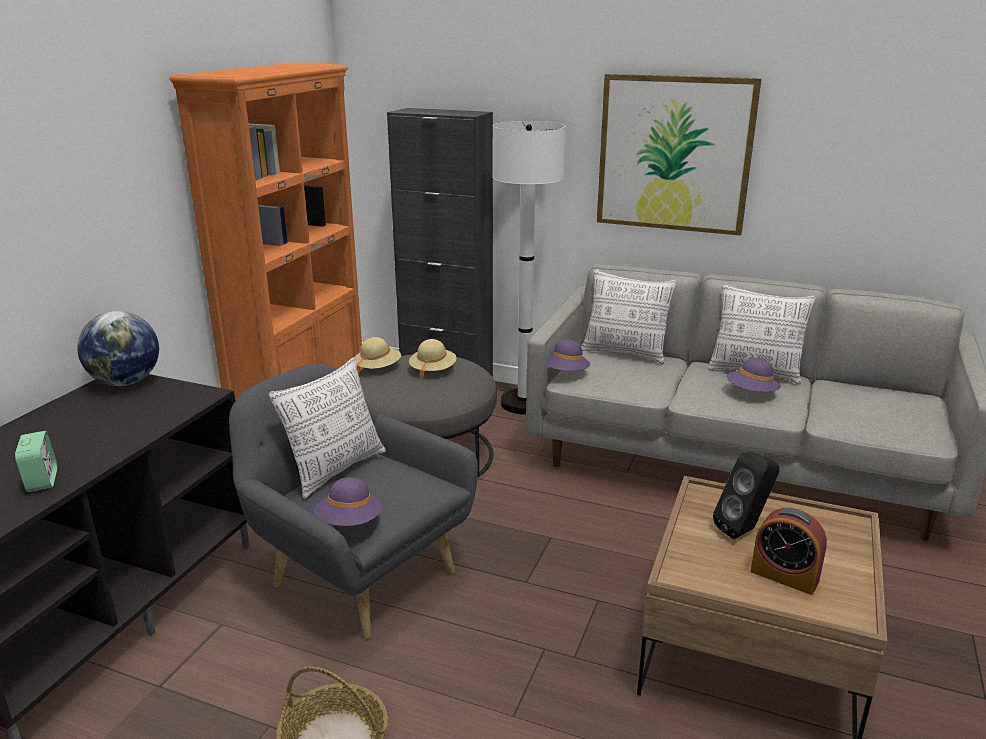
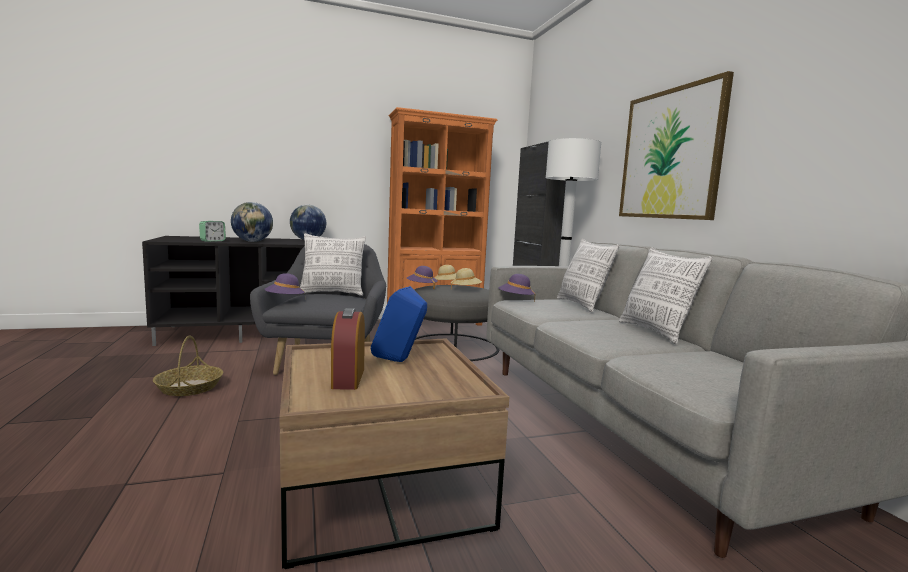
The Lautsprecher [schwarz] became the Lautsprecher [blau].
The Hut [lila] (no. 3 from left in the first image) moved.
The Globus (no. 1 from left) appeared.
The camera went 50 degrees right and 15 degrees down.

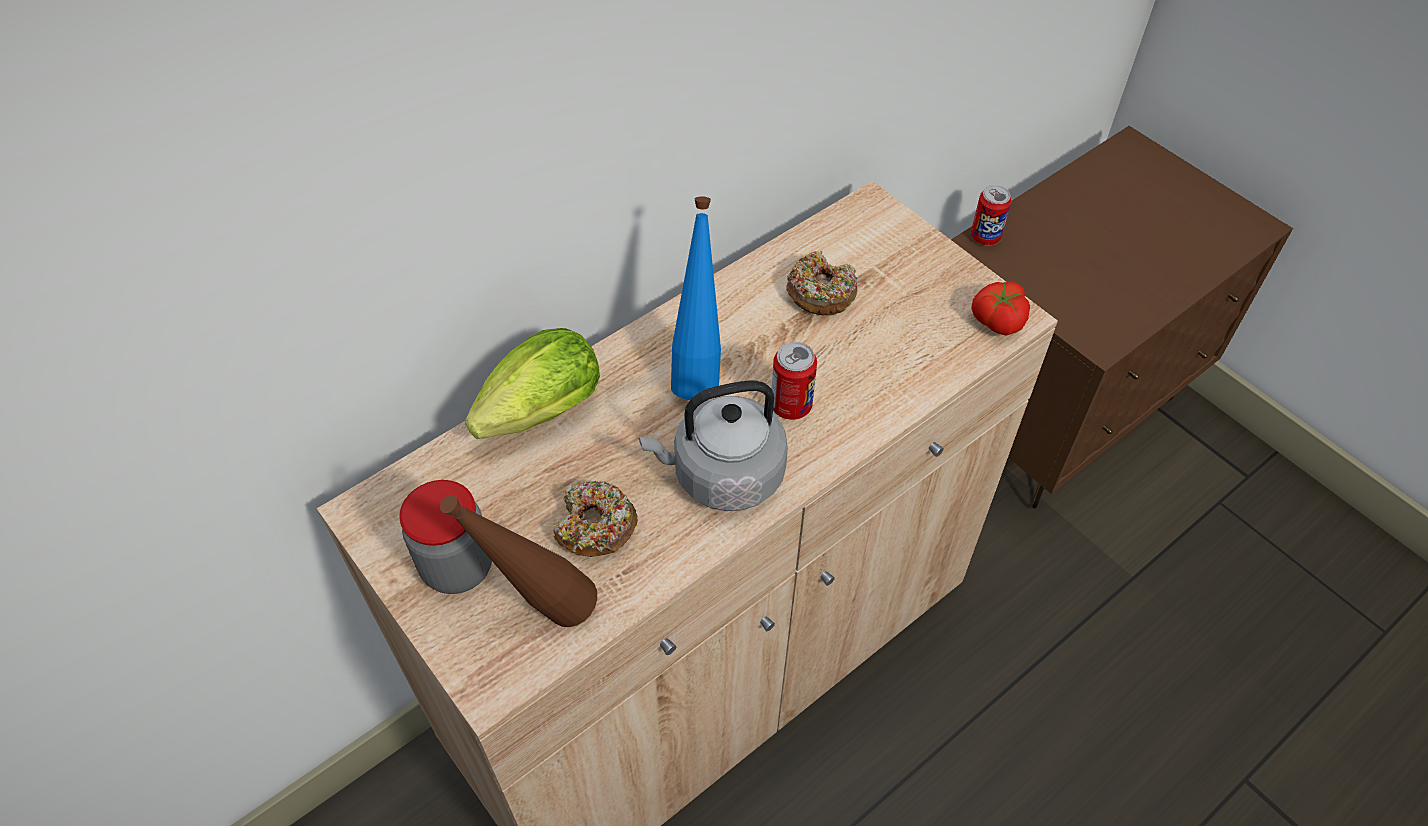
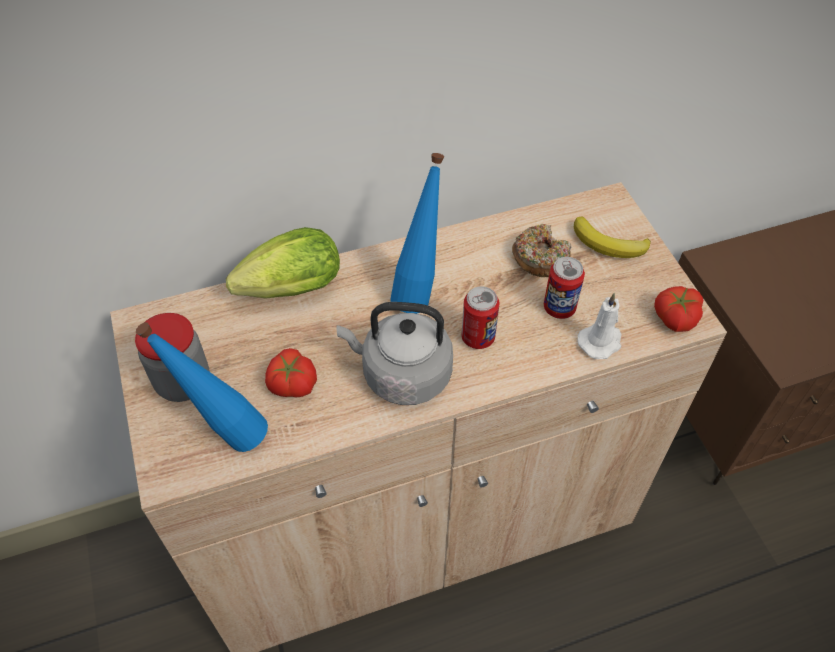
The Flasche [braun] became the Flasche [blau] (no. 1 from left).
The Donut (no. 1 from left) was replaced by the Tomate (no. 1 from left).
The Dose (no. 2 from left) moved.
The Banane appeared.
The Kerze [weiß] appeared.
The camera went 20 degrees right and 0 degrees up.

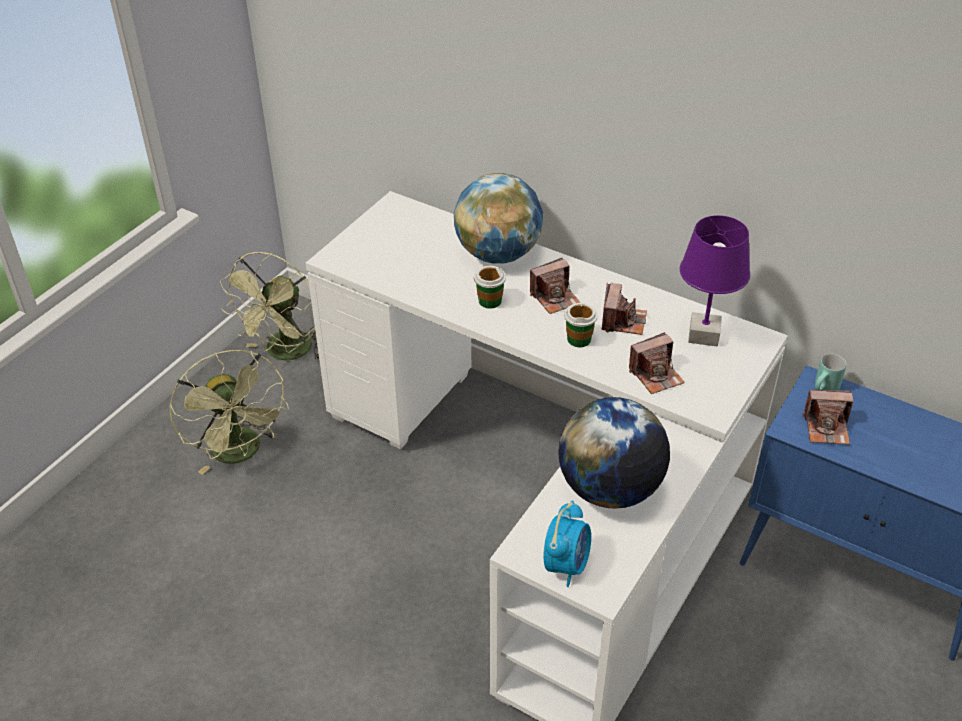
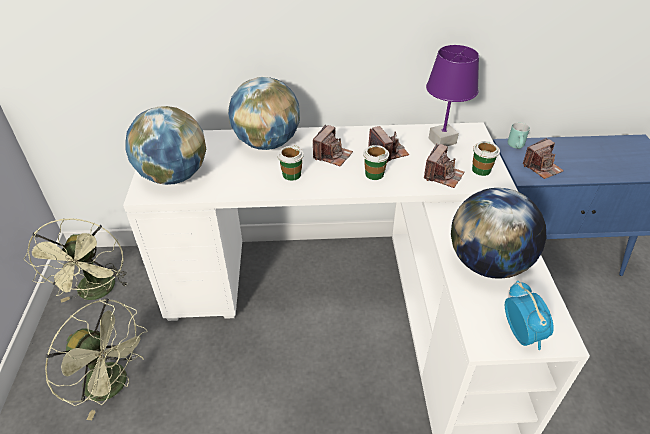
The Globus (no. 1 from left) appeared.
The Tasse (no. 3 from left) appeared.
The camera went 35 degrees left and 0 degrees up.

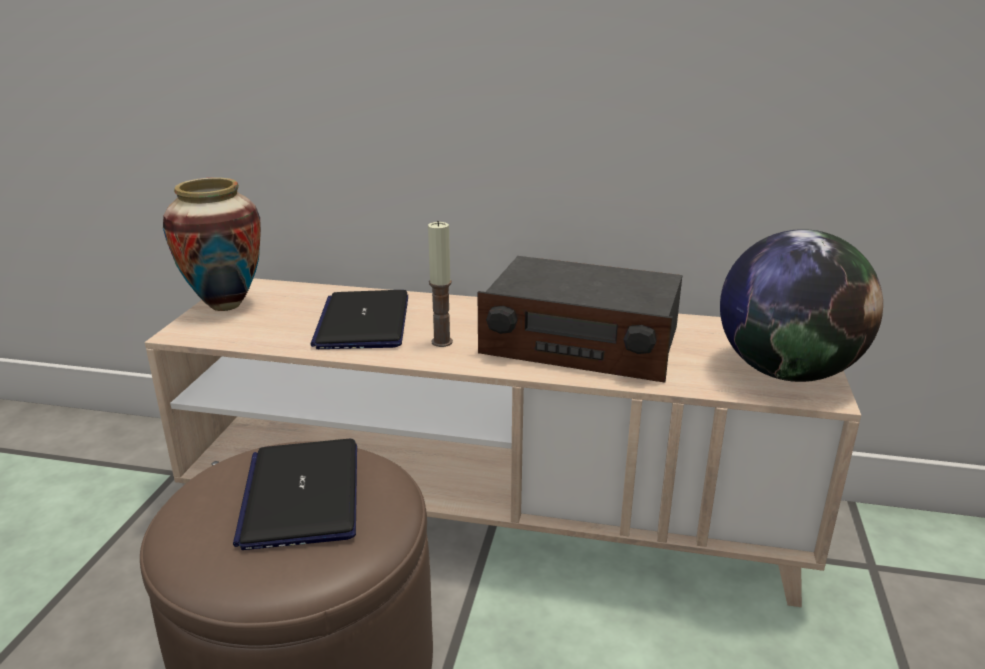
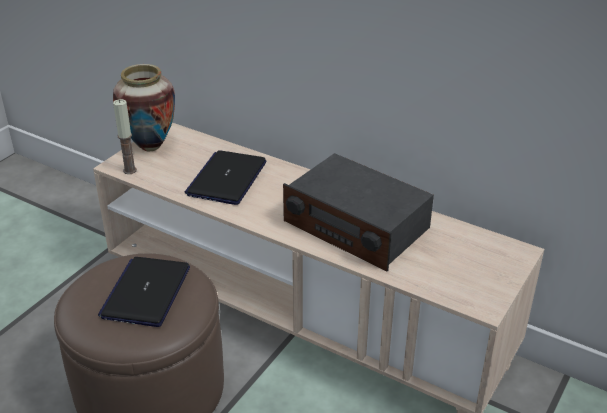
The Kerze moved.
The Globus disappeared.
The camera went 20 degrees right and 10 degrees up.

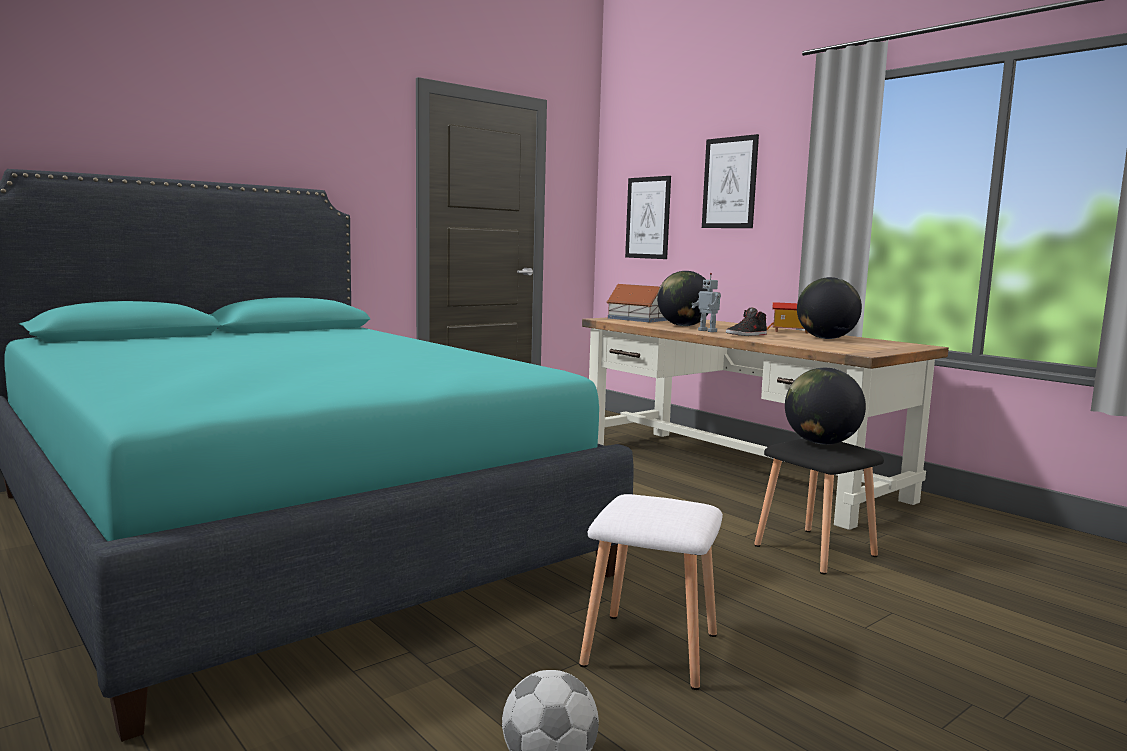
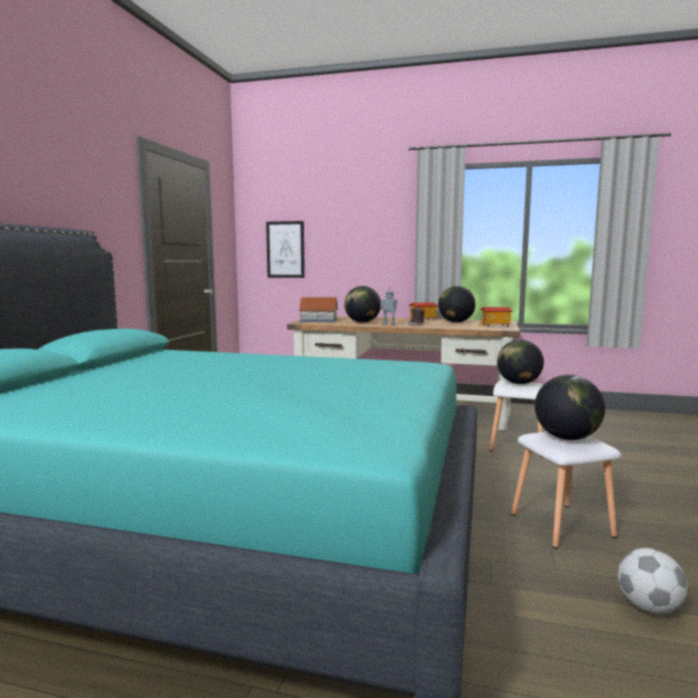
The Bild (no. 2 from left) disappeared.
The Hocker [schwarz] became the Hocker [weiß] (no. 1 from left).
The Spielzeughaus (no. 3 from left) appeared.
The Globus (no. 4 from left) appeared.
The camera went 35 degrees left and 0 degrees up.

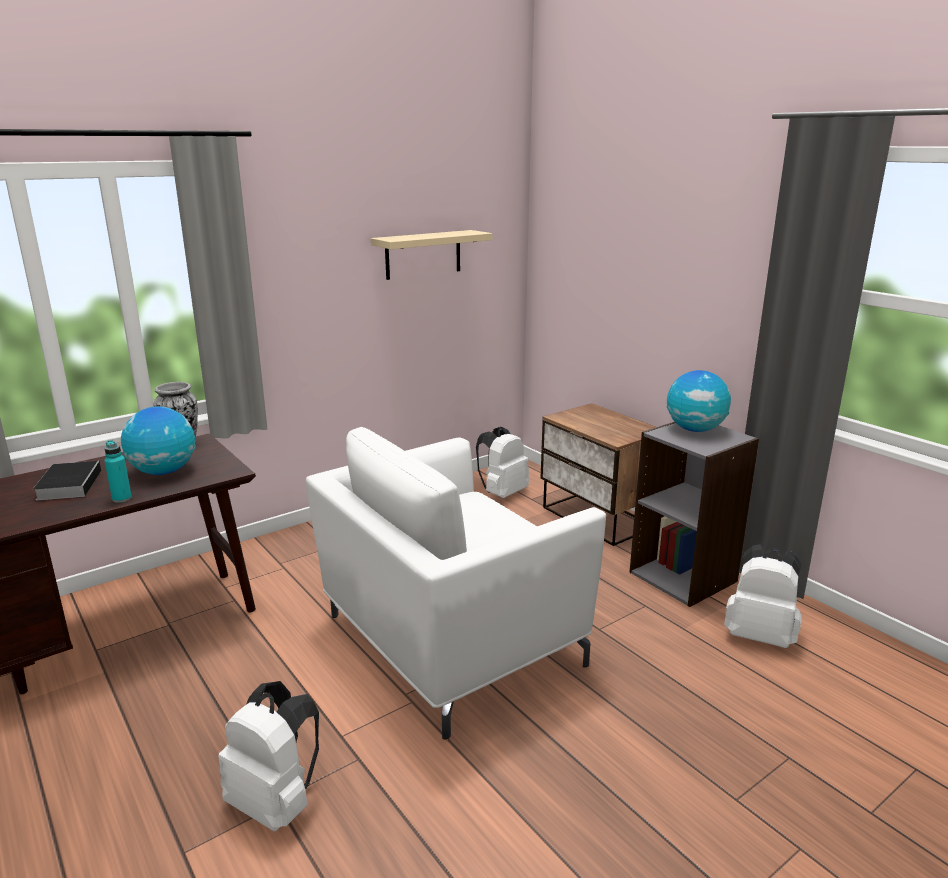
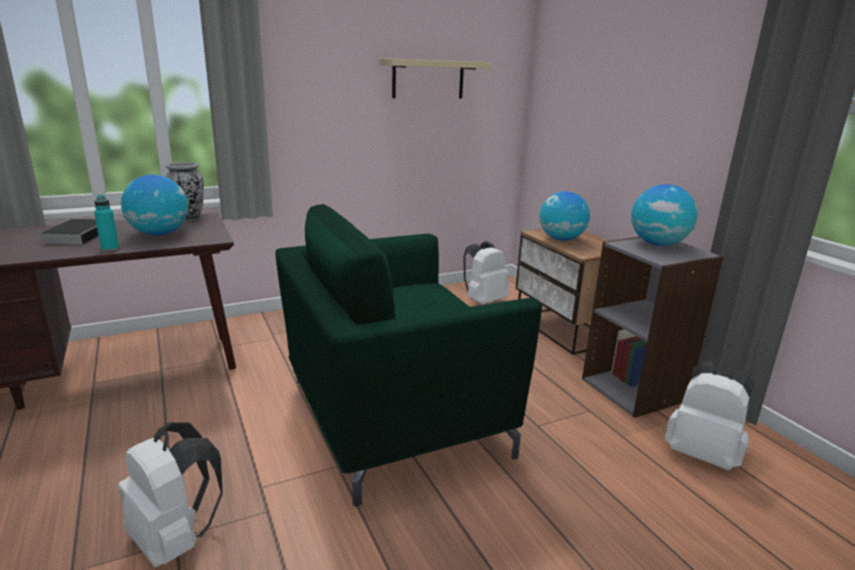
The Sessel [weiß] became the Sessel [grün].
The Globus (no. 2 from left) appeared.
The camera went 10 degrees right and 0 degrees up.

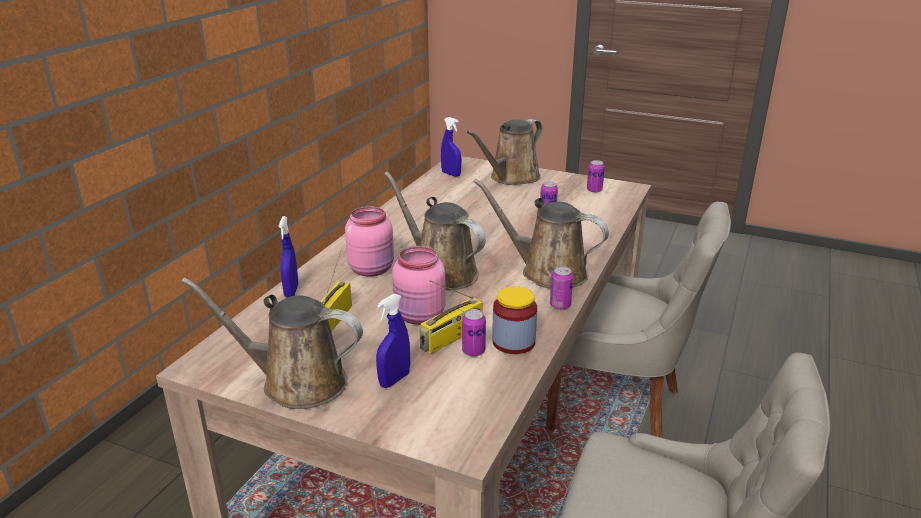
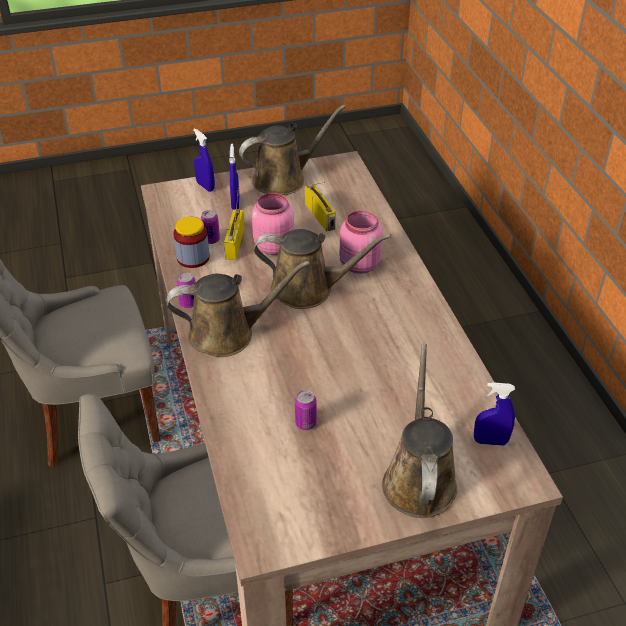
The Sprühflasche [blau] (no. 1 from left) moved.
The Dose (no. 4 from left) disappeared.
The camera went 140 degrees right and 15 degrees up.

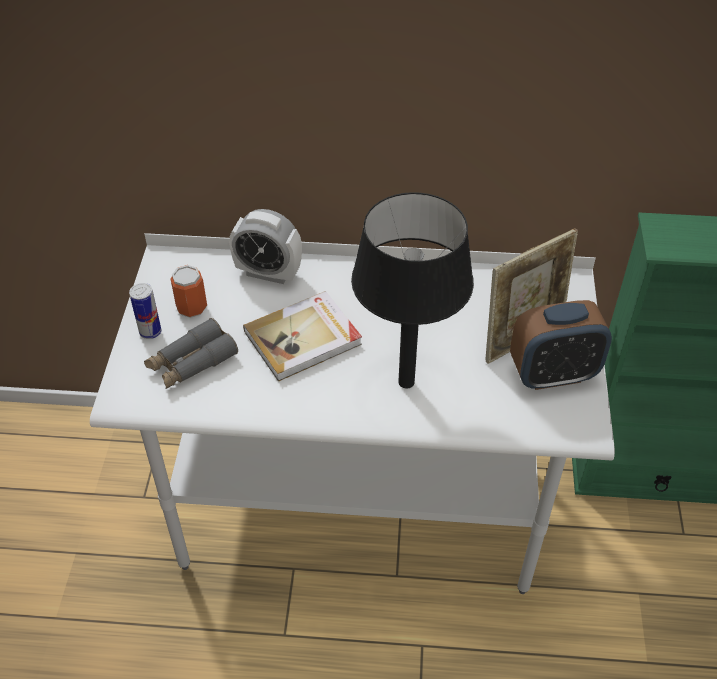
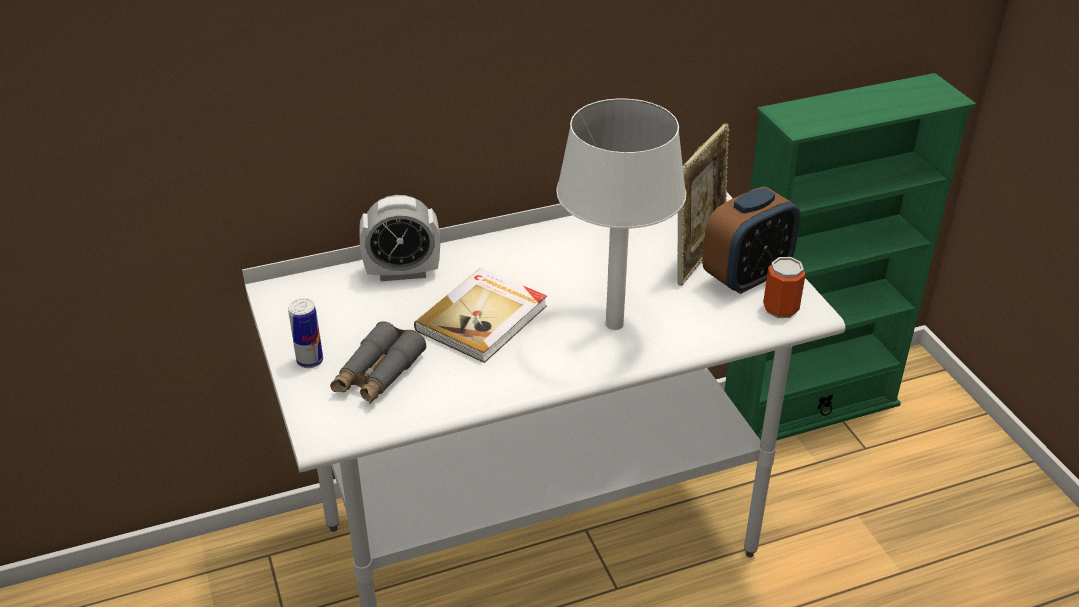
The Dose (no. 2 from left) moved.
The Tischlampe [schwarz] became the Tischlampe [weiß].
The camera went 25 degrees left and 10 degrees down.

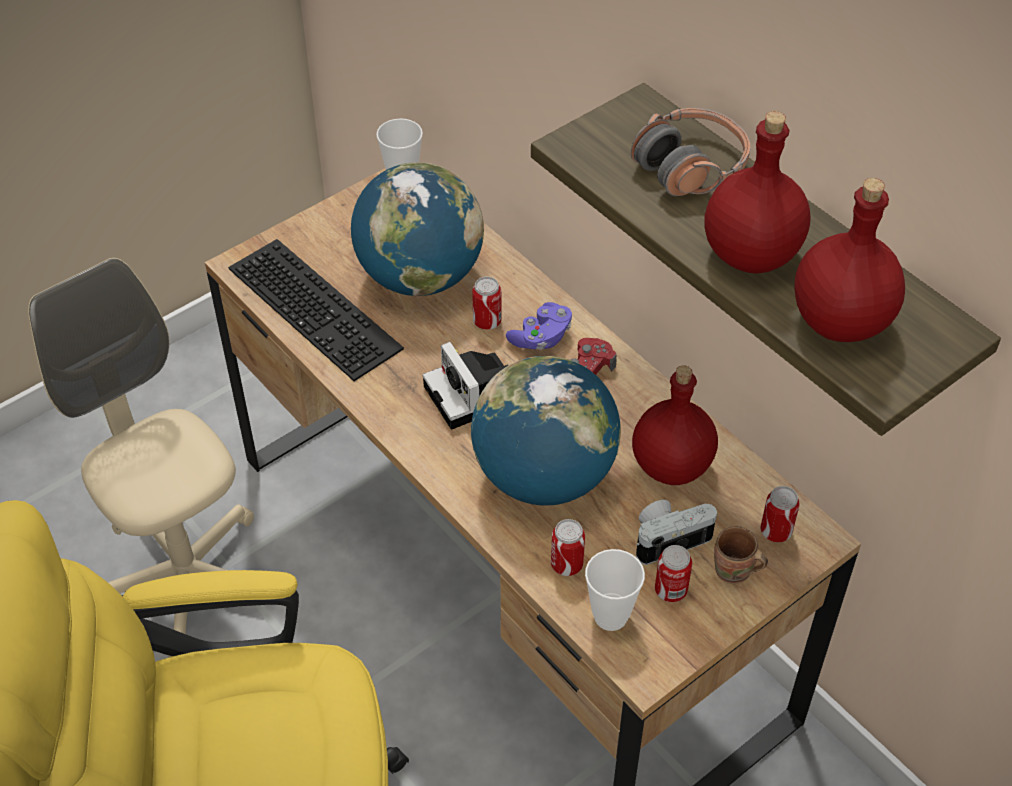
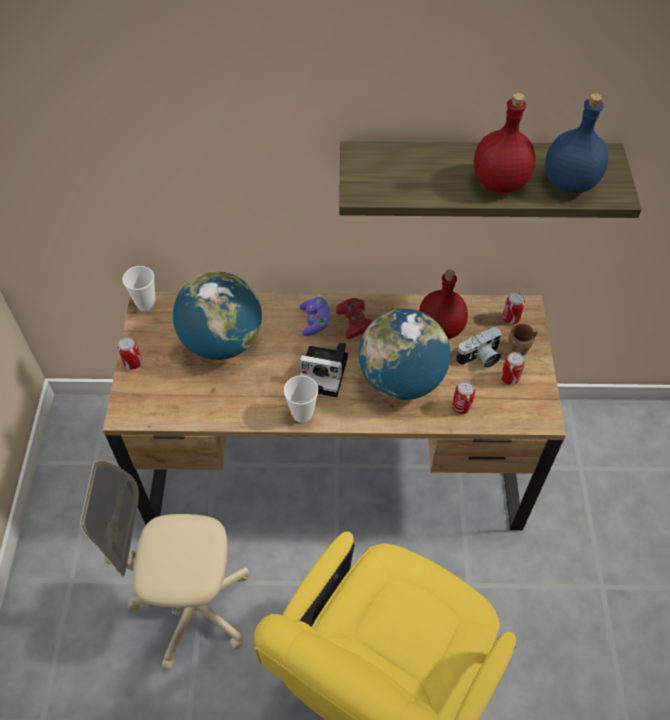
The Tastatur disappeared.
The Dose (no. 1 from left) moved.
The Tasse (no. 2 from left) moved.
The Kopfhörer disappeared.
The Kamera (no. 2 from left) turned 135 degrees counterclockwise.
The Flasche [rot] (no. 3 from left) became the Flasche [blau].
The camera went 50 degrees left and 5 degrees up.

